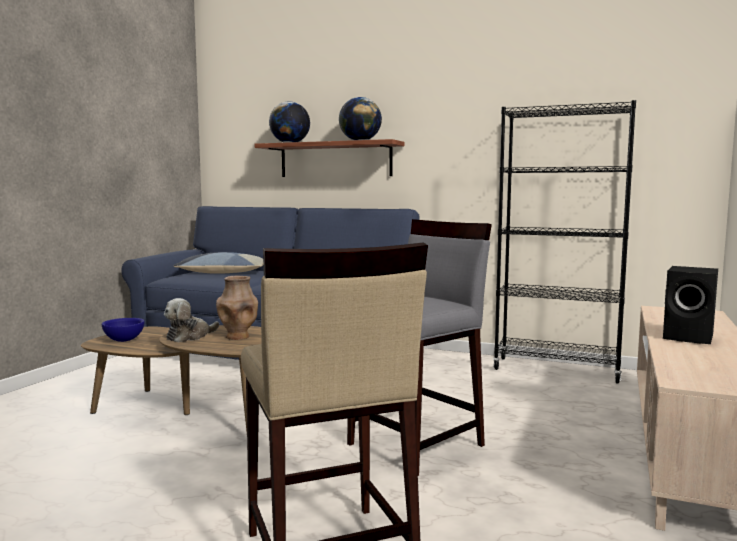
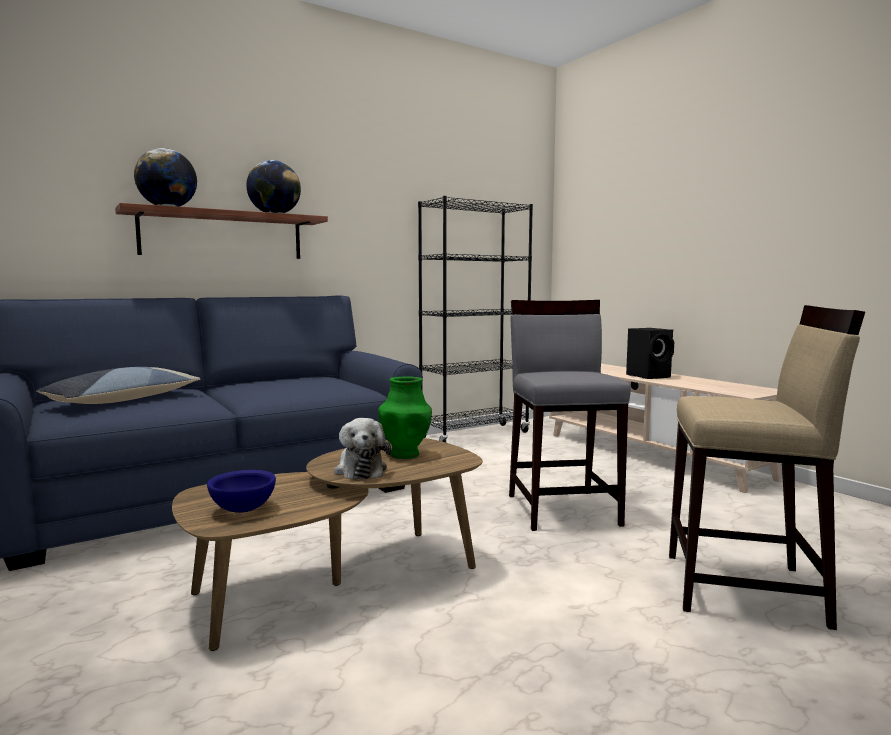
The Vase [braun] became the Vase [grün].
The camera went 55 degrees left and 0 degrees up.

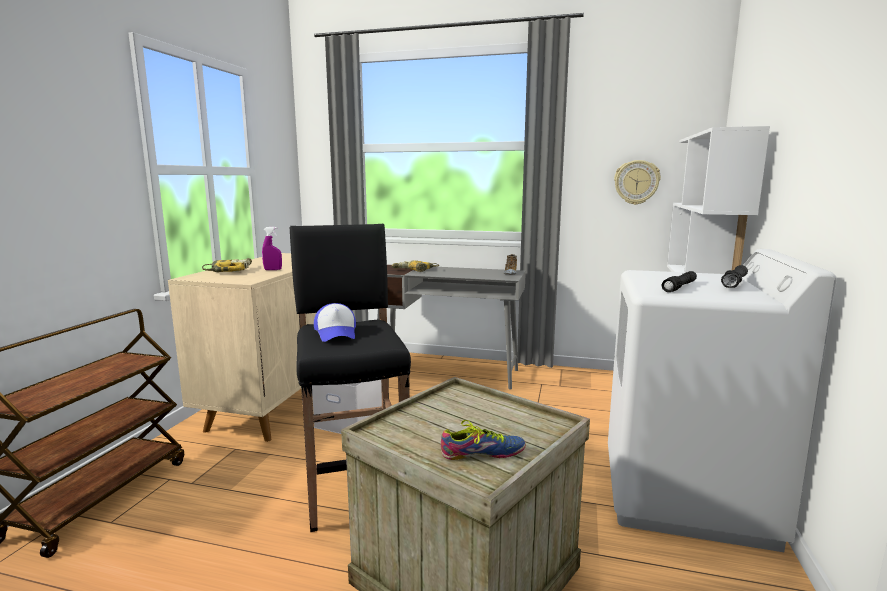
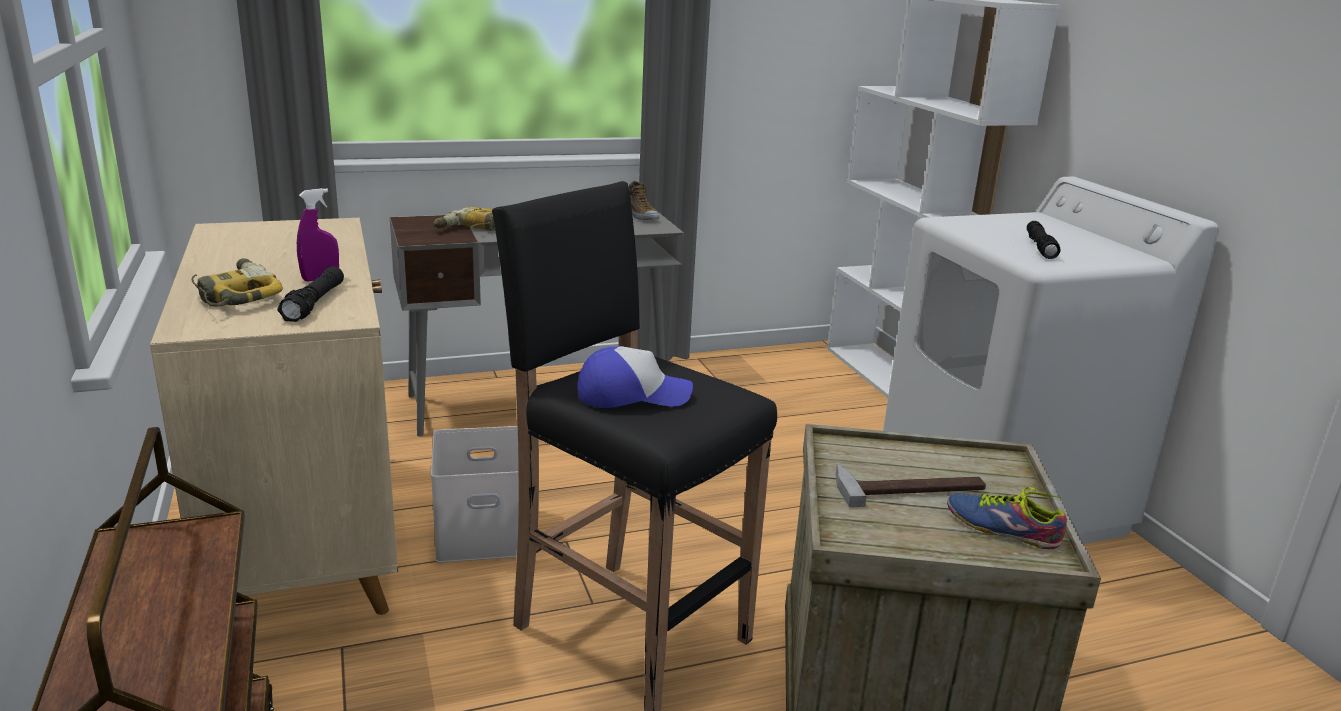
The Kappe turned 45 degrees counterclockwise.
The Schuh (no. 1 from left in the first image) turned 105 degrees counterclockwise.
The Wanduhr disappeared.
The Taschenlampe [schwarz] (no. 2 from left in the first image) moved.
The Hammer appeared.
The camera went 35 degrees left and 10 degrees up.

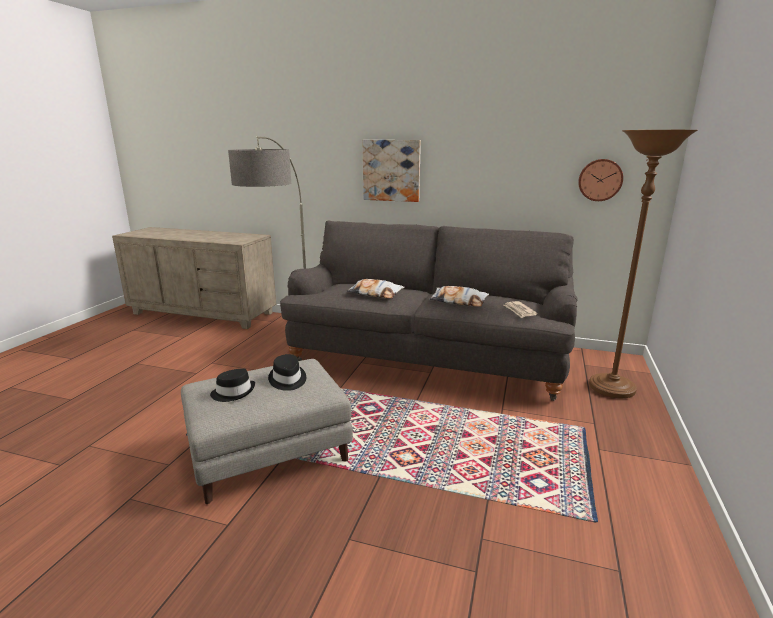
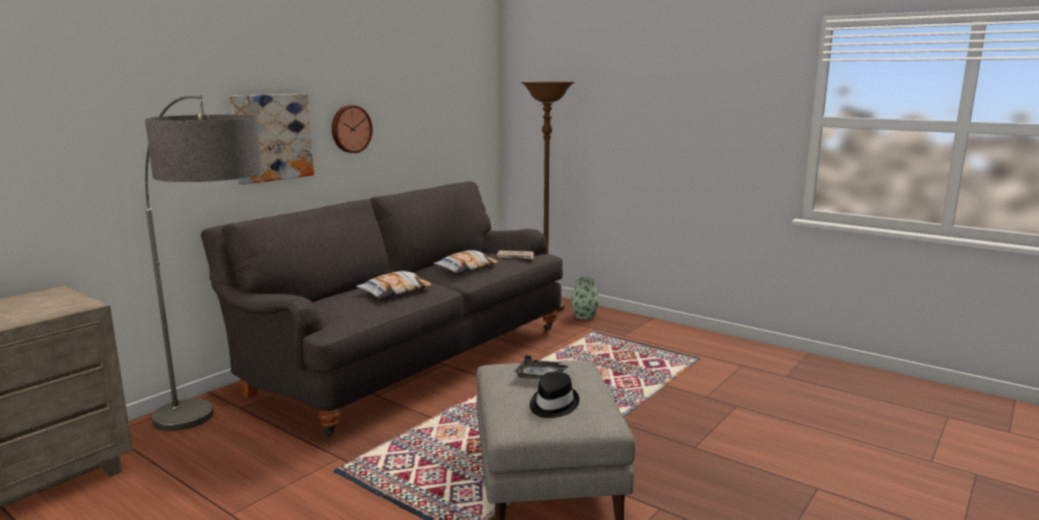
The Hut [schwarz] (no. 2 from left) was replaced by the Tablett [grau].
The Wanduhr moved.
The Vase appeared.
The camera went 70 degrees left and 5 degrees down.

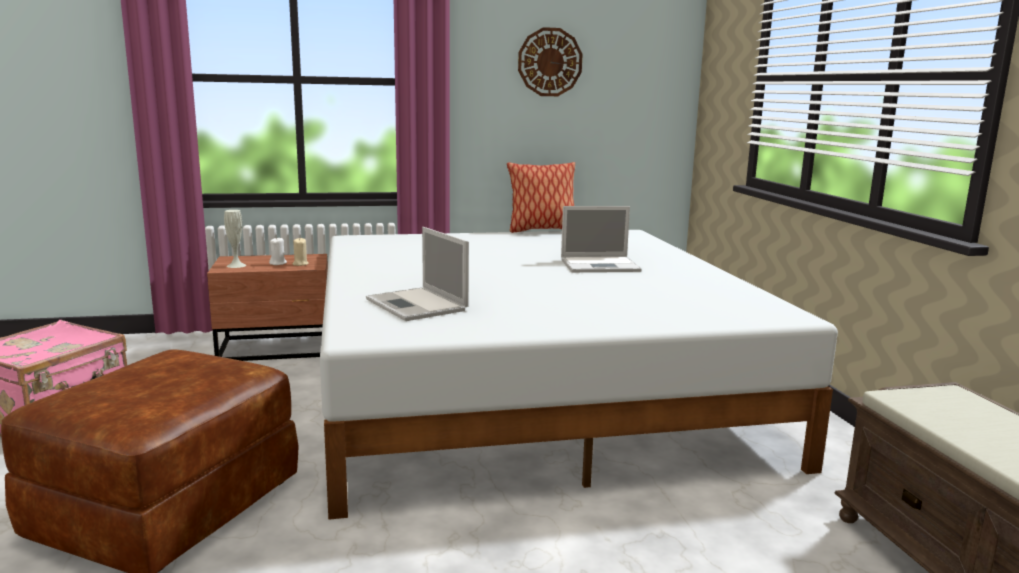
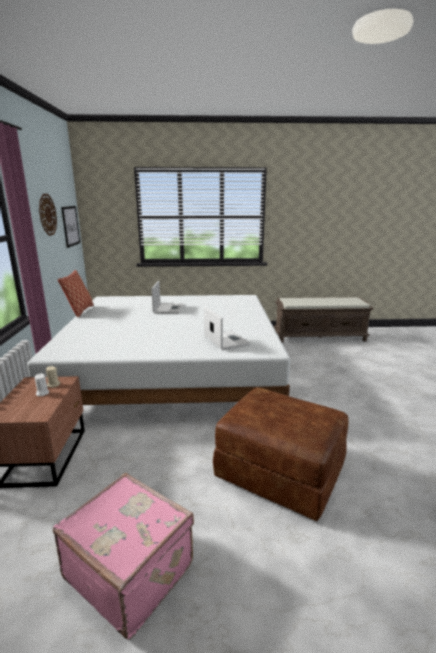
The Vase [weiß] disappeared.
The Laptop (no. 1 from left in the first image) turned 90 degrees counterclockwise.
The Bild appeared.
The camera went 80 degrees left and 5 degrees up.

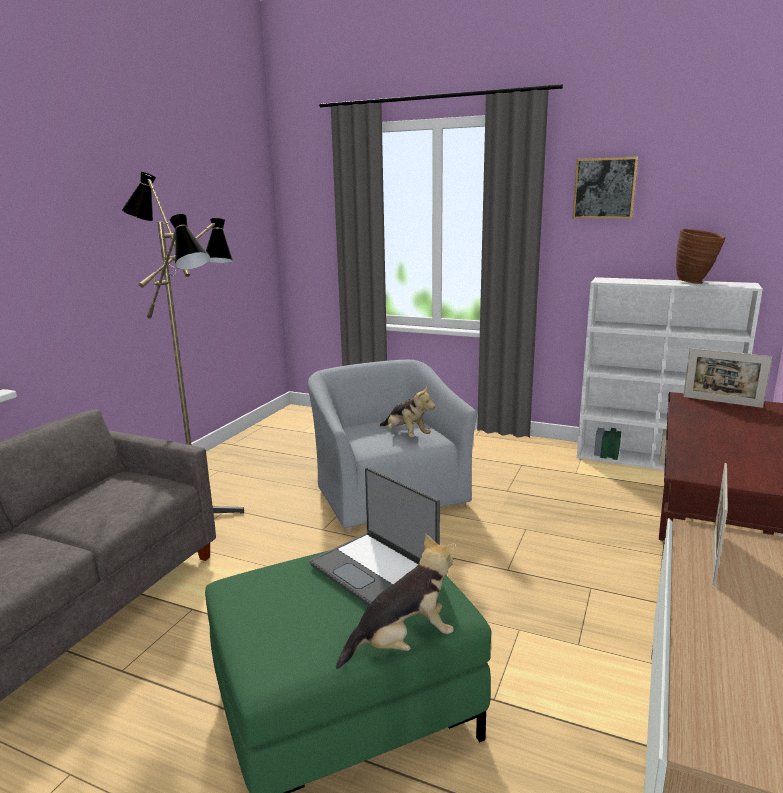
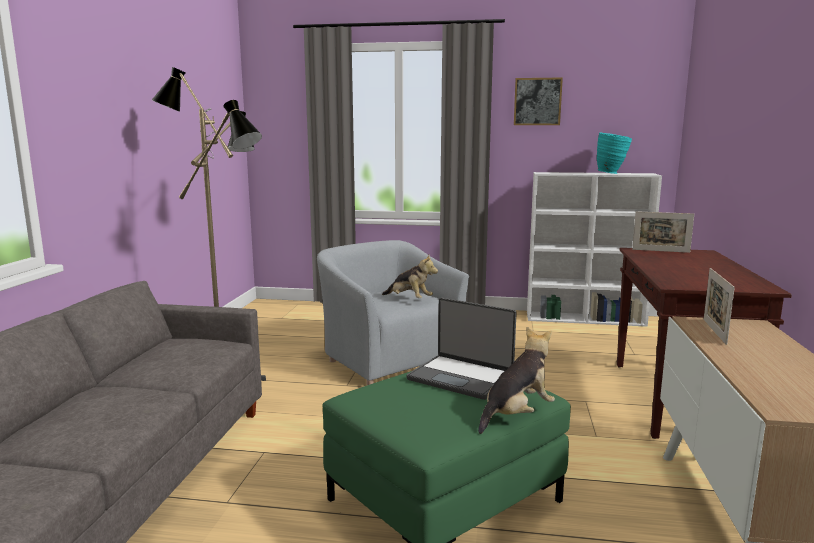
The Vase [braun] became the Vase [türkis].
The camera went 15 degrees left and 5 degrees down.

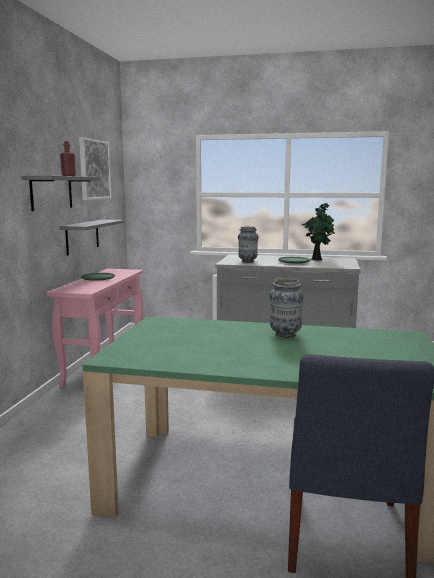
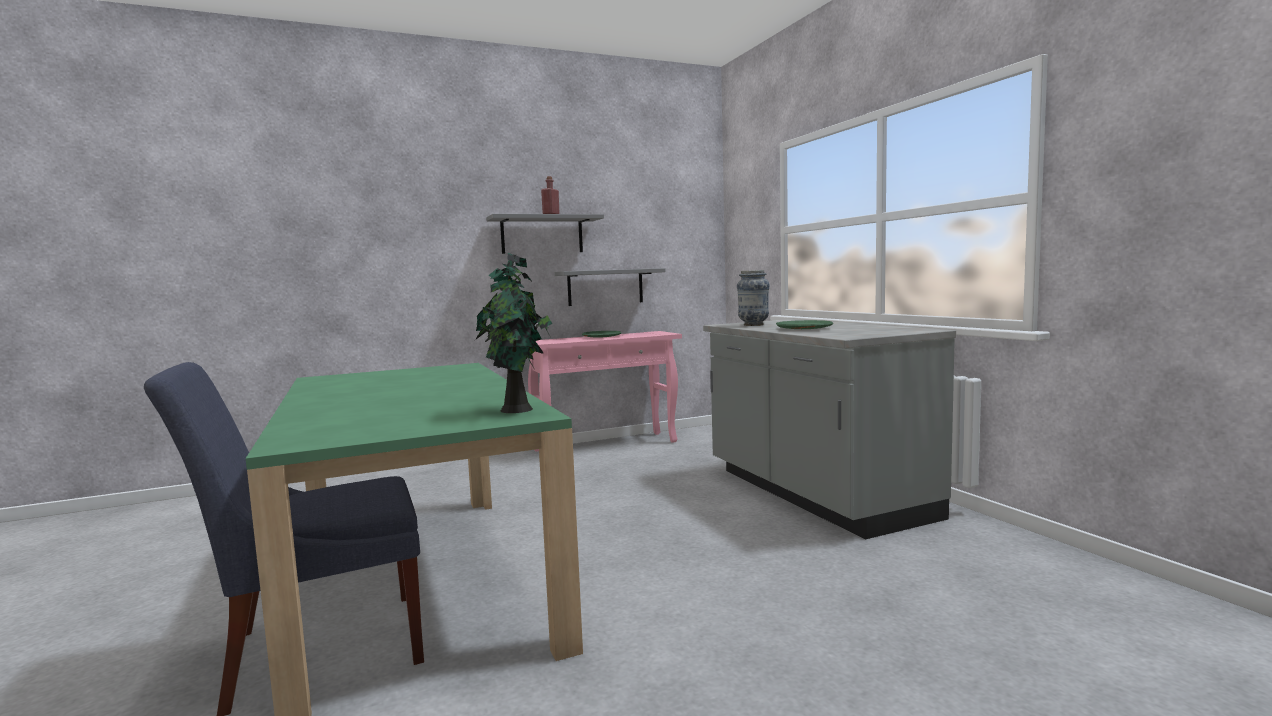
The Bild disappeared.
The Vase (no. 2 from left) disappeared.
The Topfpflanze moved.
The camera went 55 degrees right and 5 degrees down.

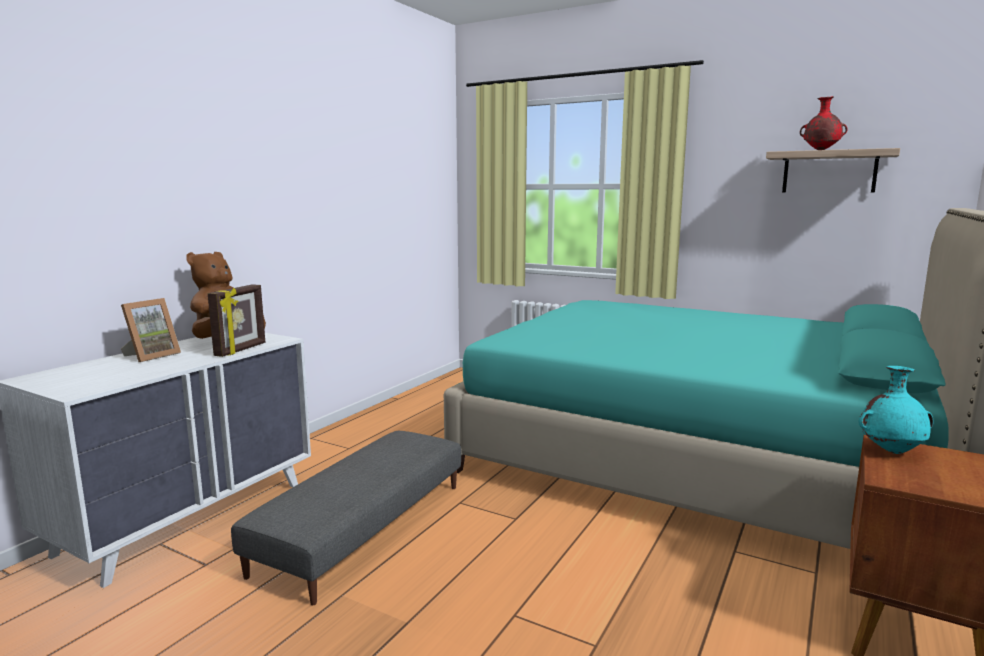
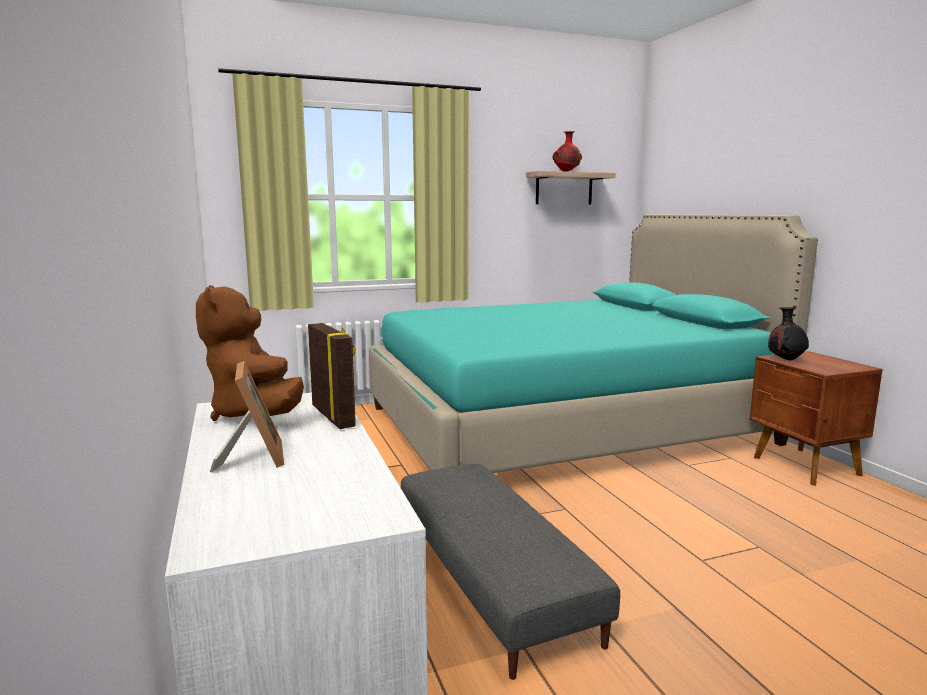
The Vase [türkis] became the Vase [schwarz].
The camera went 50 degrees left and 0 degrees up.

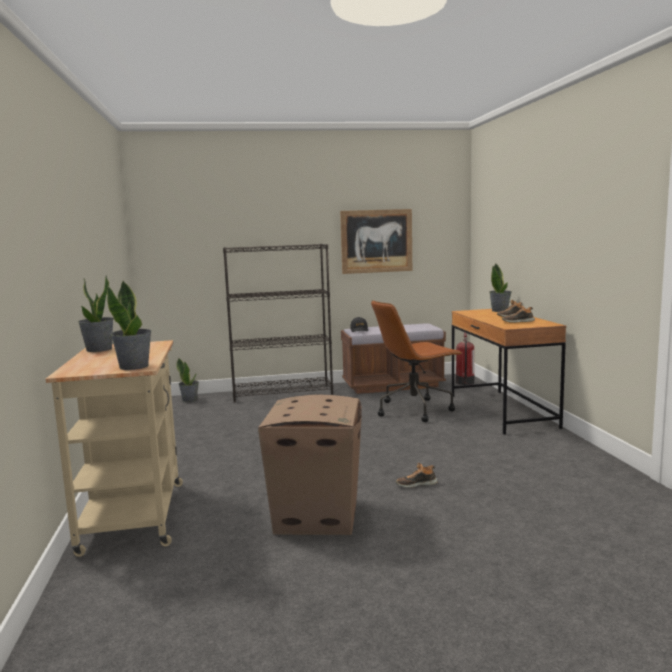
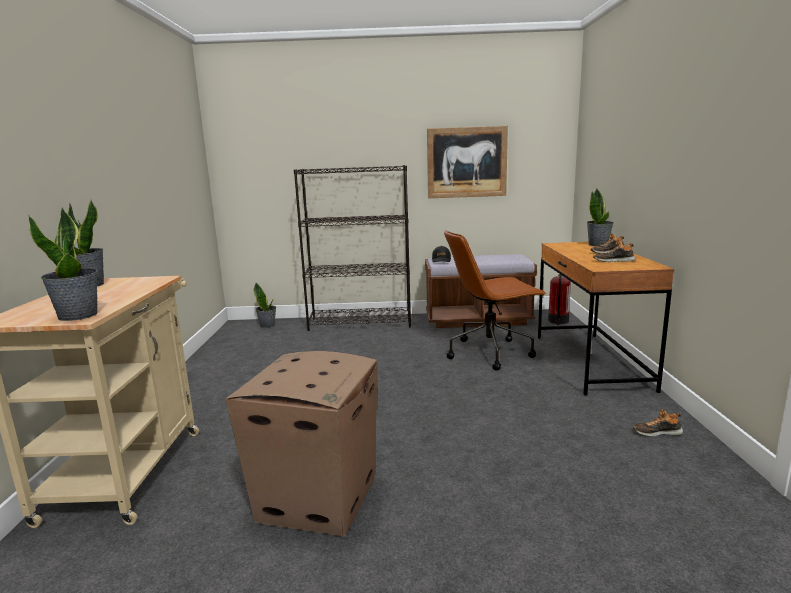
The Schuh (no. 1 from left in the first image) moved.
The camera went 10 degrees right and 5 degrees up.

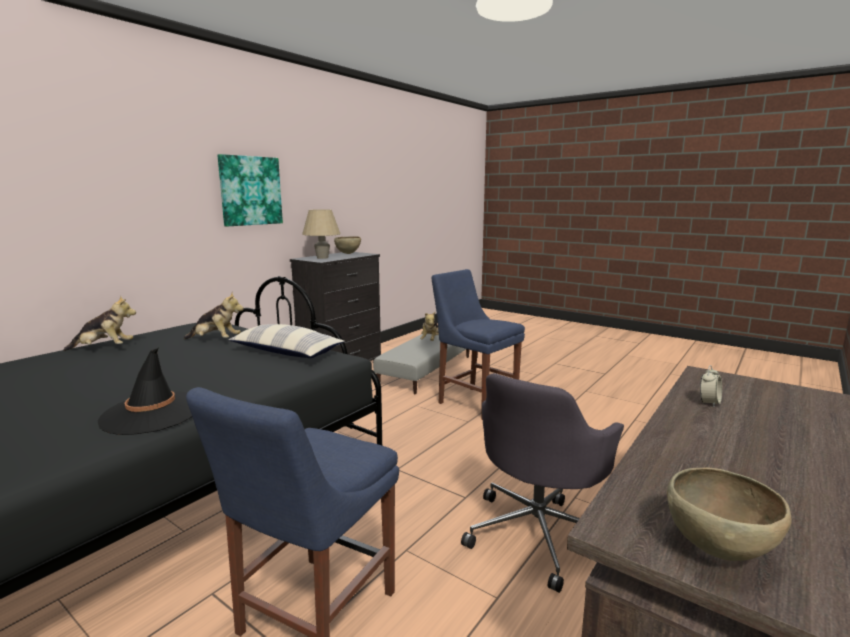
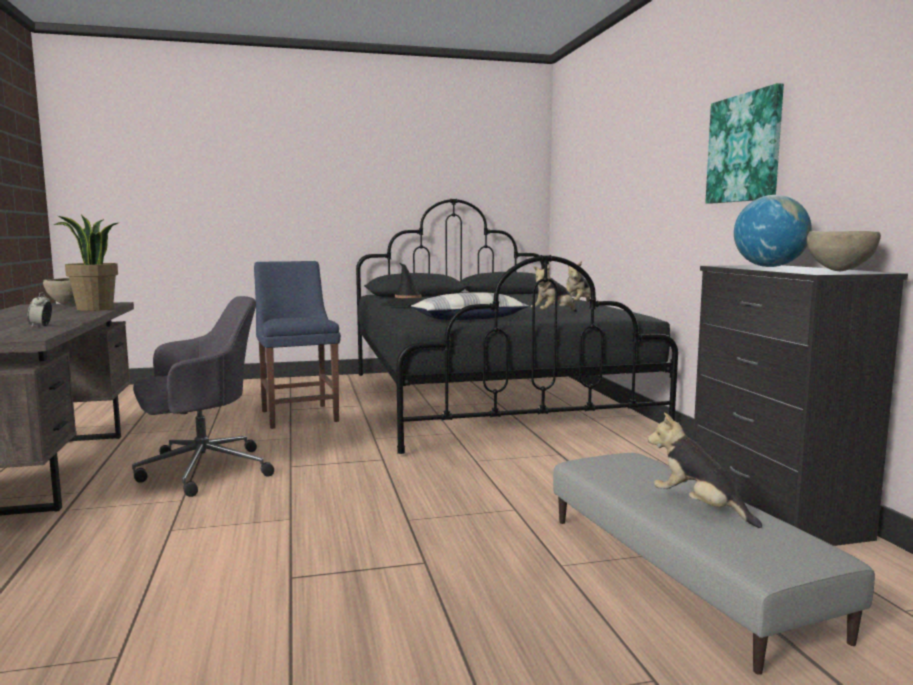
The Tischlampe [beige] was replaced by the Globus.
The Stuhl [blau] (no. 2 from left) disappeared.
The Bürostuhl [grau] turned 75 degrees clockwise.
The Topfpflanze appeared.
The camera went 130 degrees right and 5 degrees down.

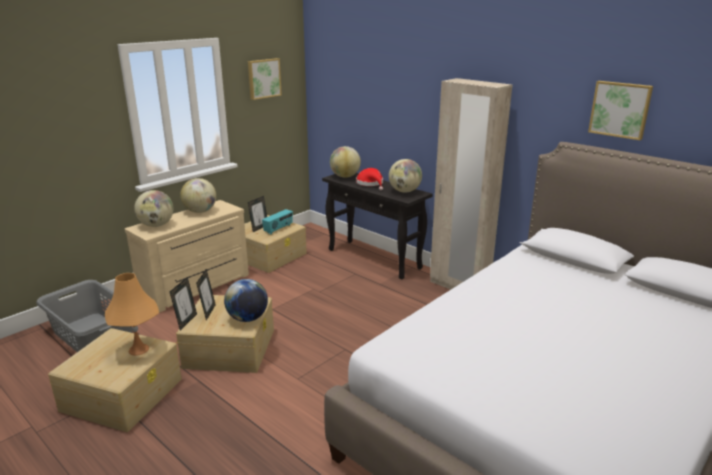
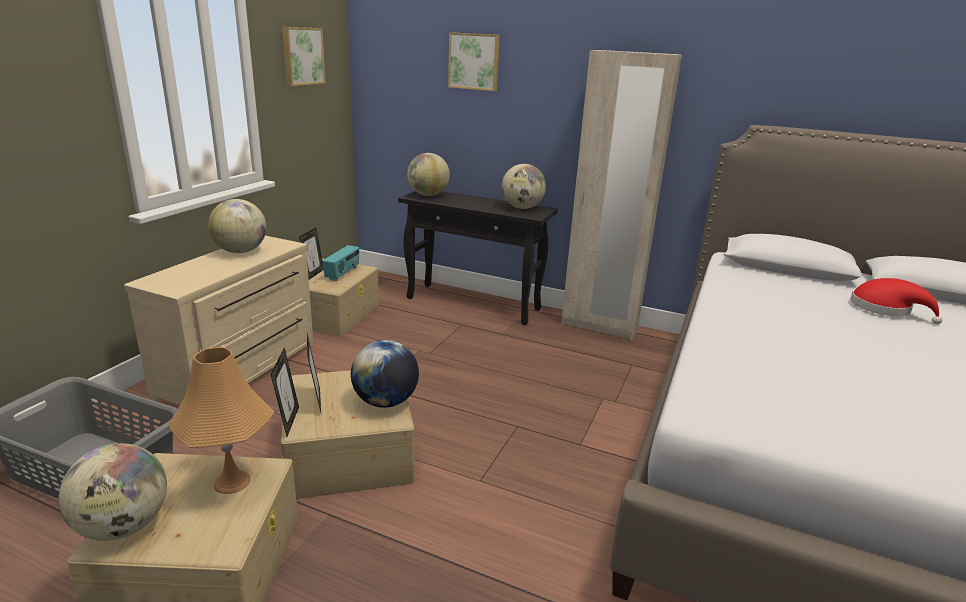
The Globus (no. 1 from left) moved.
The Hut [rot] moved.
The Bild (no. 2 from left) moved.
The camera went 20 degrees left and 0 degrees up.

